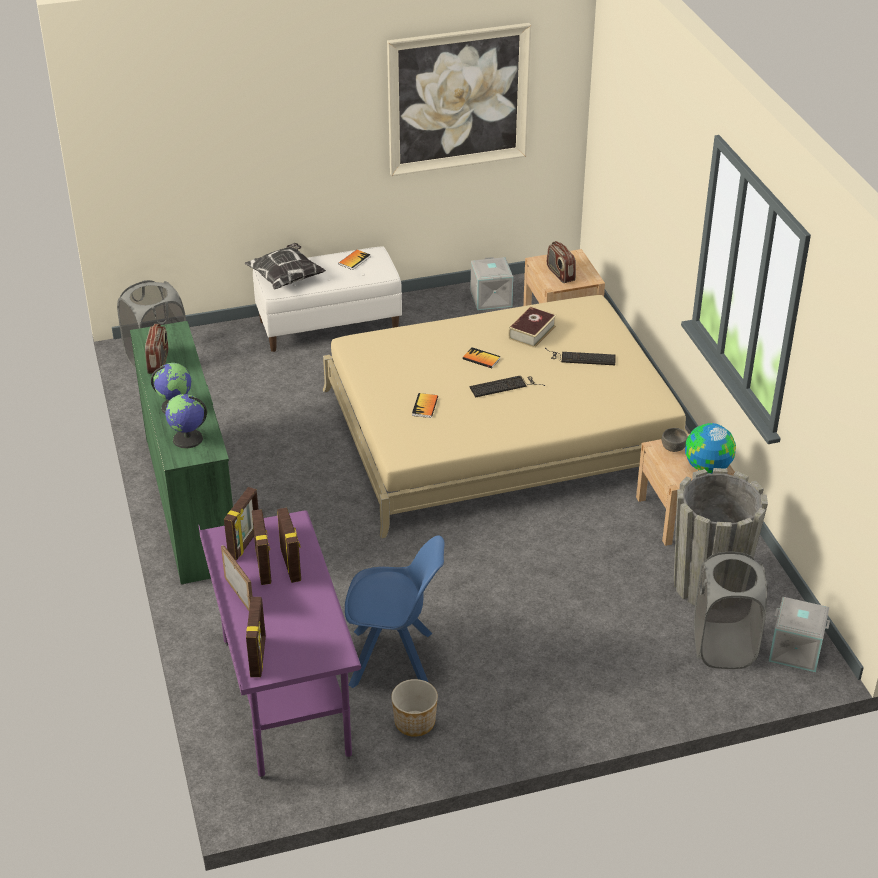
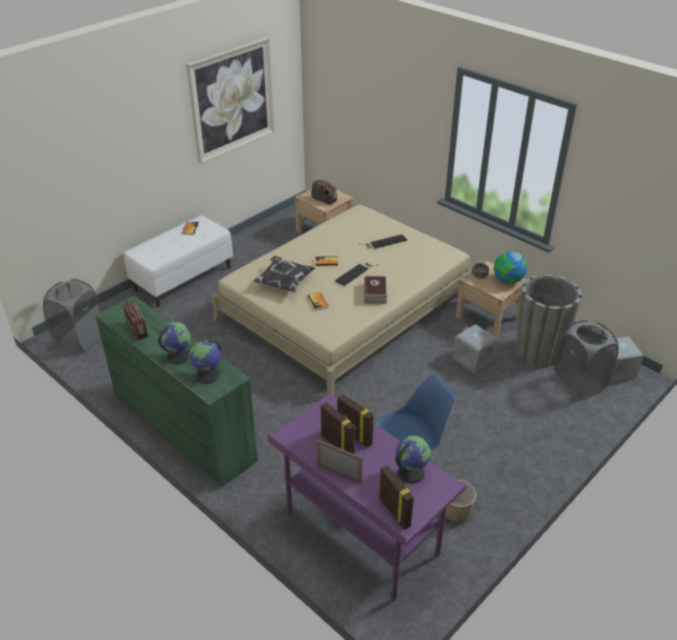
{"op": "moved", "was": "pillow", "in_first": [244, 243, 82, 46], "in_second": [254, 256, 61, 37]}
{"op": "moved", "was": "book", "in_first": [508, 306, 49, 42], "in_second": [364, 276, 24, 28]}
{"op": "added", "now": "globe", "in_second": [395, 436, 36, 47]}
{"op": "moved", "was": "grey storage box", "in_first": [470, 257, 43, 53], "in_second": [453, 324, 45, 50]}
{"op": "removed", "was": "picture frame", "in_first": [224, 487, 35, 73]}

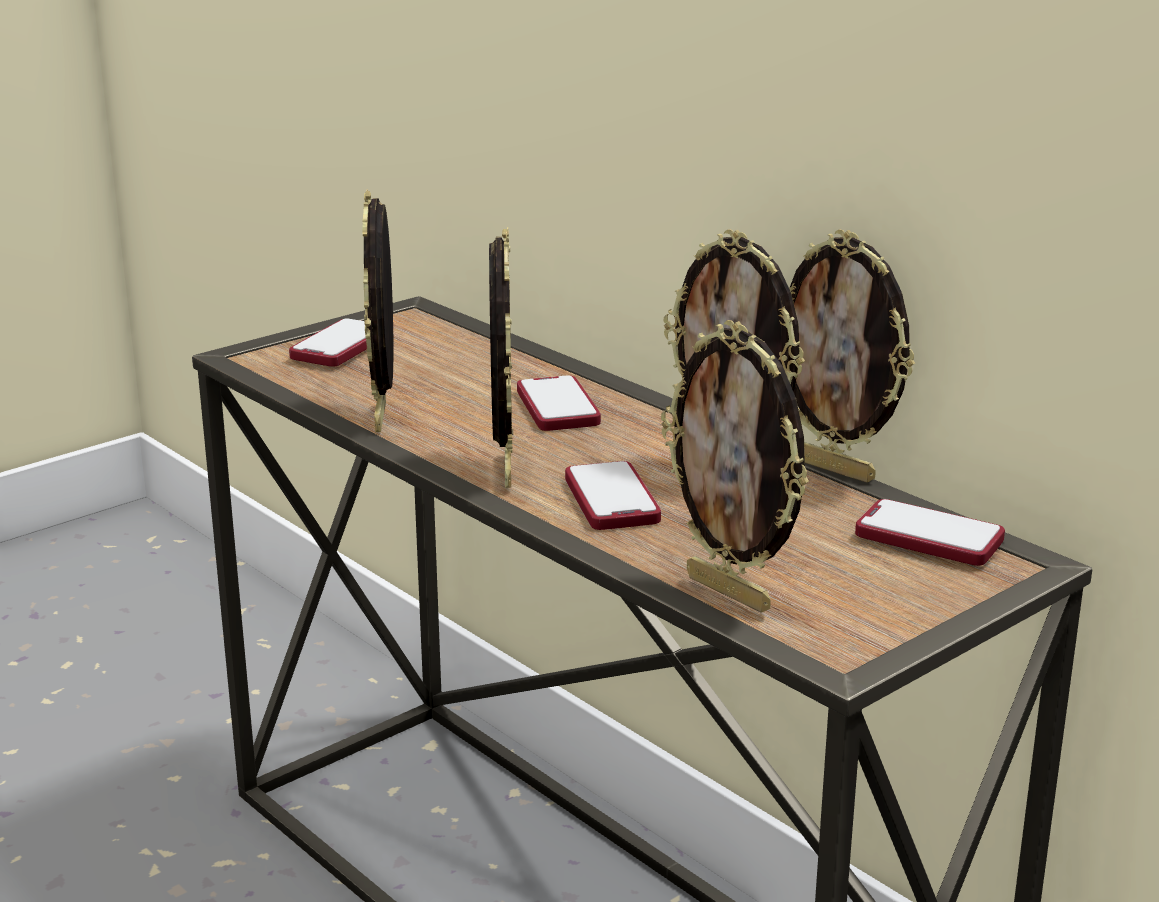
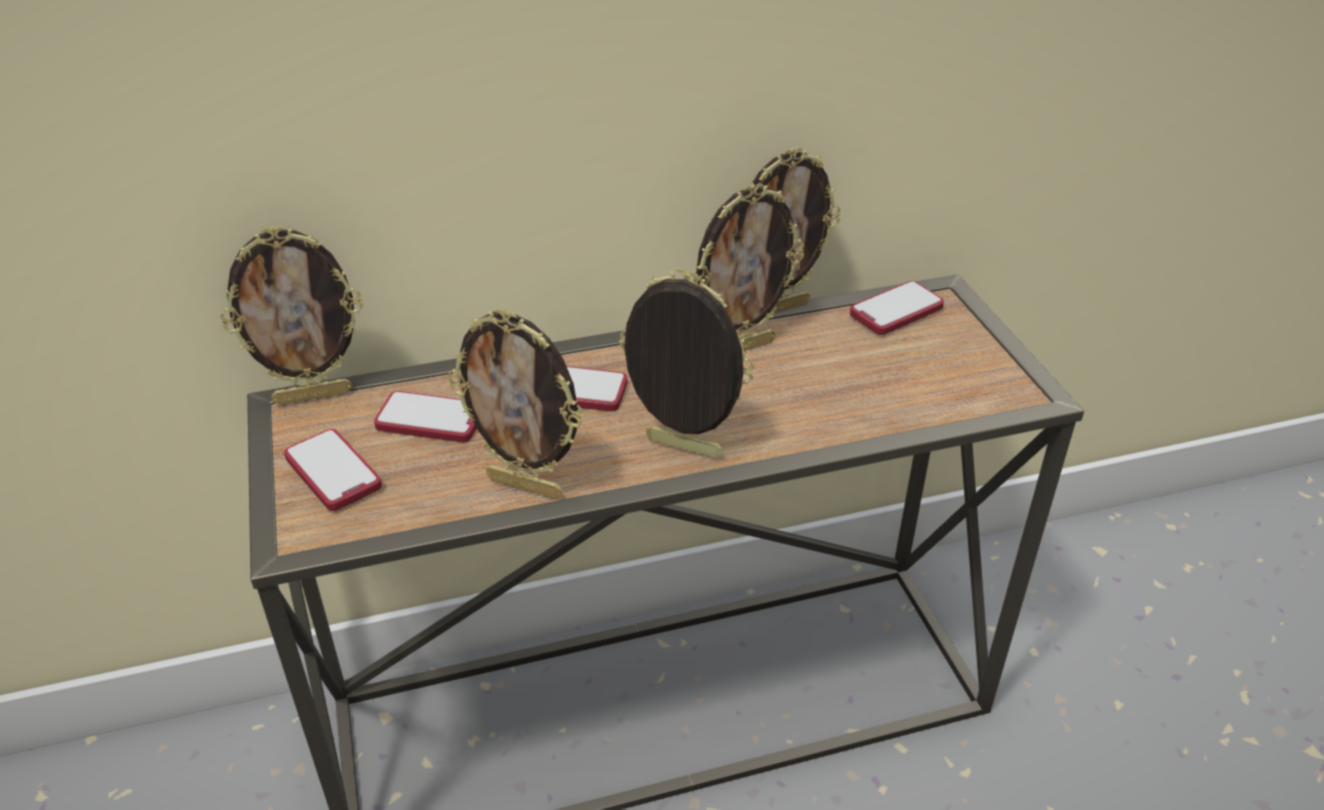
{"op": "moved", "was": "picture frame", "in_first": [661, 320, 148, 293], "in_second": [220, 226, 143, 180]}
{"op": "moved", "was": "phone", "in_first": [565, 461, 96, 69], "in_second": [374, 391, 103, 52]}

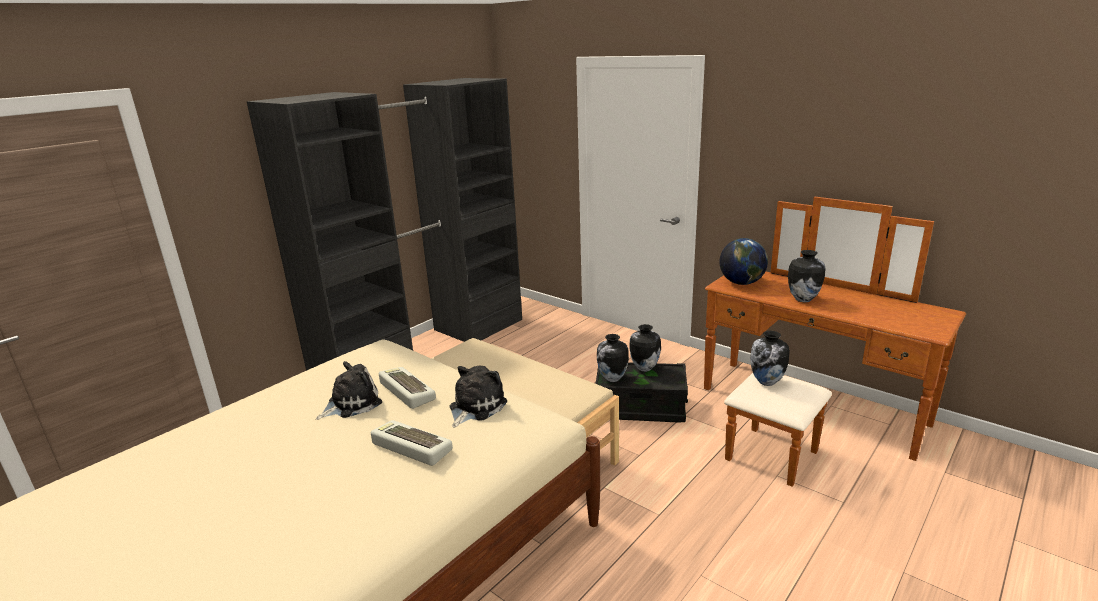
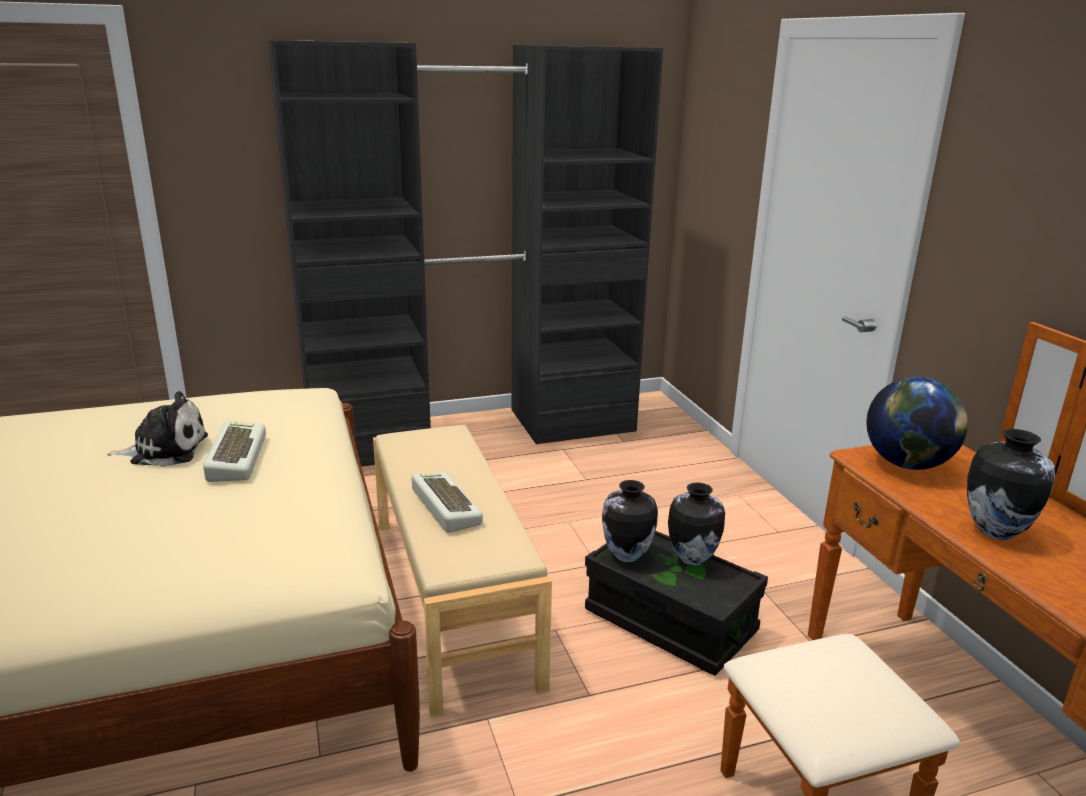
{"op": "moved", "was": "keyboard", "in_first": [371, 420, 82, 46], "in_second": [412, 471, 71, 62]}
{"op": "removed", "was": "plush toy", "in_first": [450, 365, 57, 63]}
{"op": "removed", "was": "vase", "in_first": [750, 331, 40, 55]}

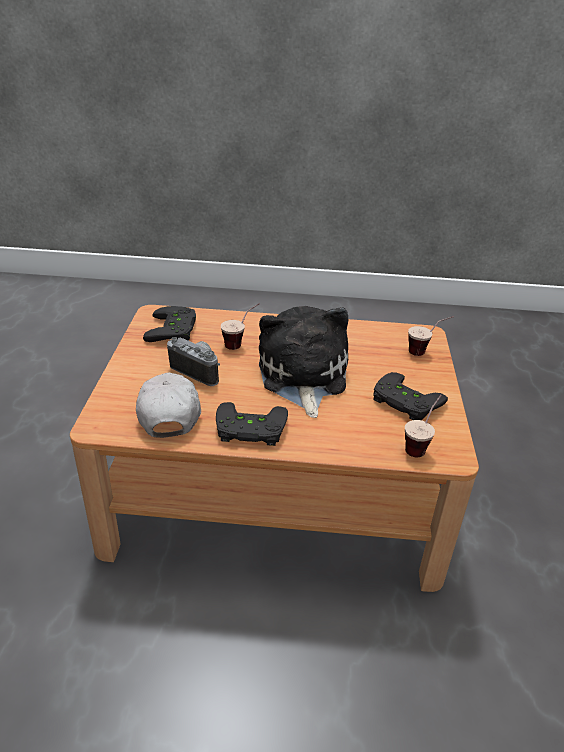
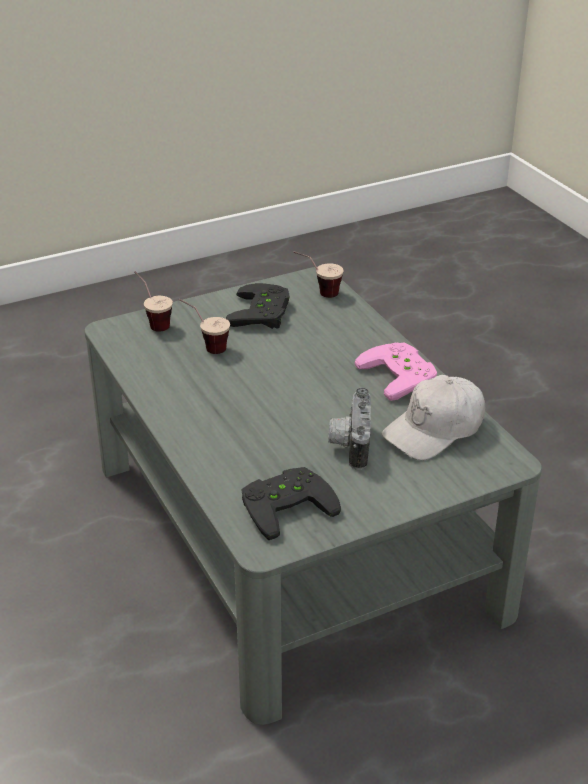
{"op": "recoloured", "was": "brown coffee table", "now": "grey coffee table", "in_first": [70, 305, 409, 287], "in_second": [84, 267, 458, 458]}
{"op": "moved", "was": "cup", "in_first": [221, 303, 39, 47], "in_second": [179, 299, 51, 55]}
{"op": "recoloured", "was": "black game controller", "now": "pink game controller", "in_first": [216, 402, 72, 44], "in_second": [355, 342, 82, 59]}
{"op": "removed", "was": "plush toy", "in_first": [259, 306, 89, 112]}

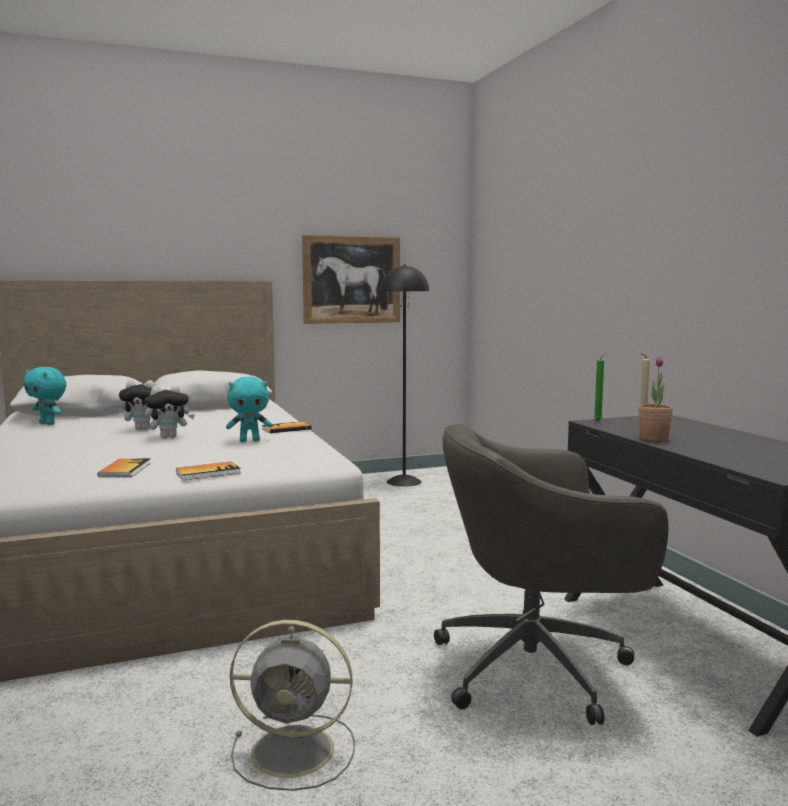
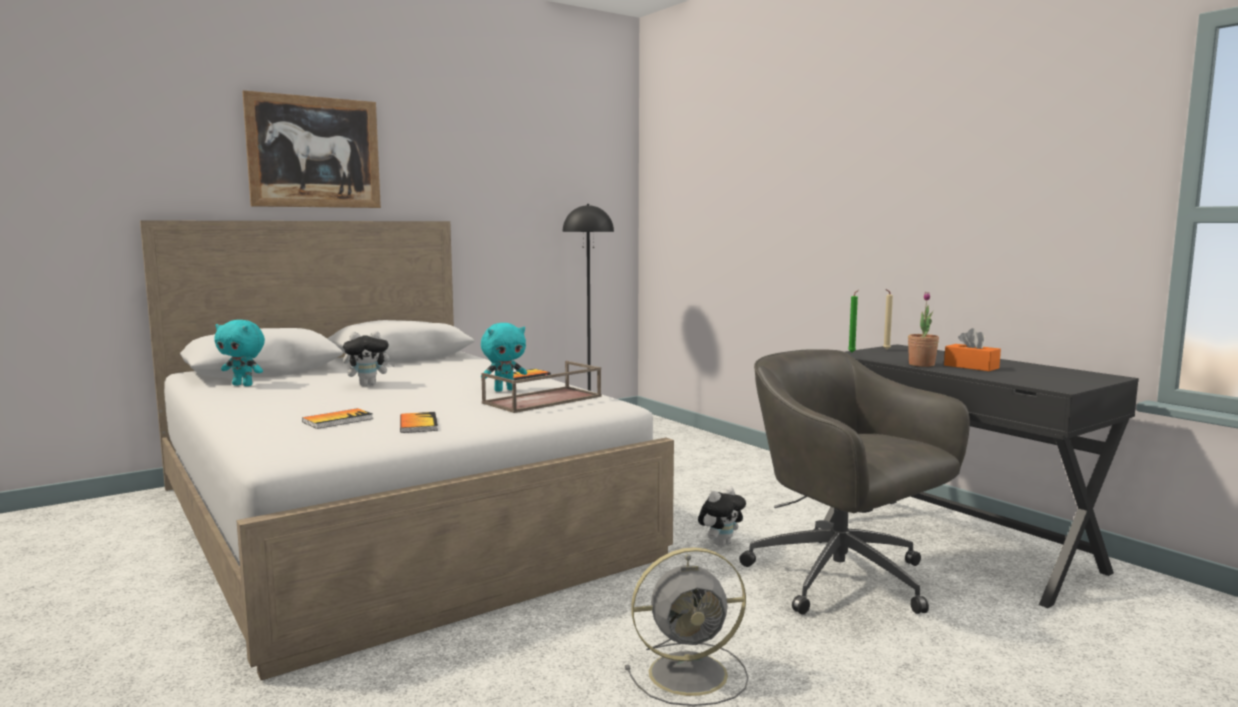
{"op": "moved", "was": "picture", "in_first": [302, 235, 98, 89], "in_second": [242, 90, 139, 118]}
{"op": "moved", "was": "book", "in_first": [176, 461, 65, 19], "in_second": [302, 408, 71, 21]}
{"op": "added", "now": "brown tray", "in_second": [481, 361, 120, 52]}
{"op": "moved", "was": "plush toy", "in_first": [145, 385, 50, 53], "in_second": [698, 486, 48, 61]}
{"op": "turned", "was": "grey office chair", "in_first": [434, 424, 235, 301], "in_second": [739, 349, 231, 266], "clockwise": 75}
{"op": "added", "now": "orange tissue box", "in_second": [944, 328, 57, 43]}

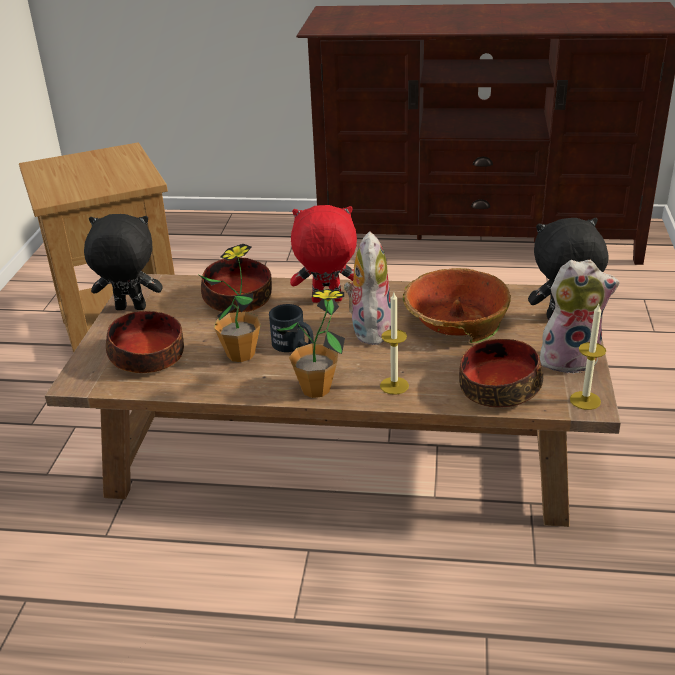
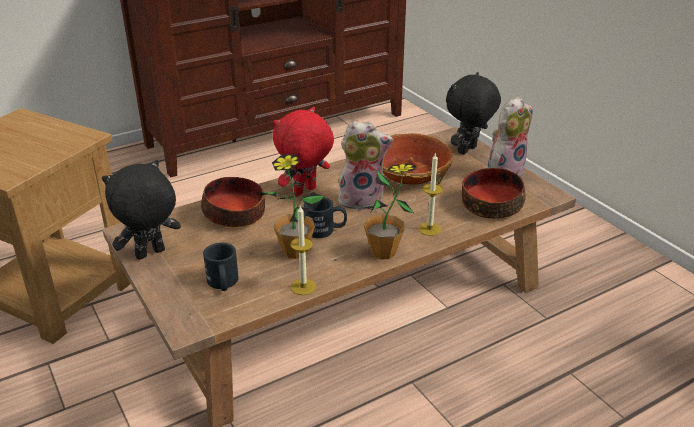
{"op": "replaced", "was": "bowl", "now": "black mug", "in_first": [106, 311, 78, 62], "in_second": [203, 243, 36, 48]}
{"op": "moved", "was": "candle", "in_first": [570, 304, 36, 106], "in_second": [290, 206, 26, 89]}
{"op": "turned", "was": "plush toy", "in_first": [344, 231, 47, 114], "in_second": [338, 121, 55, 89], "clockwise": 120}

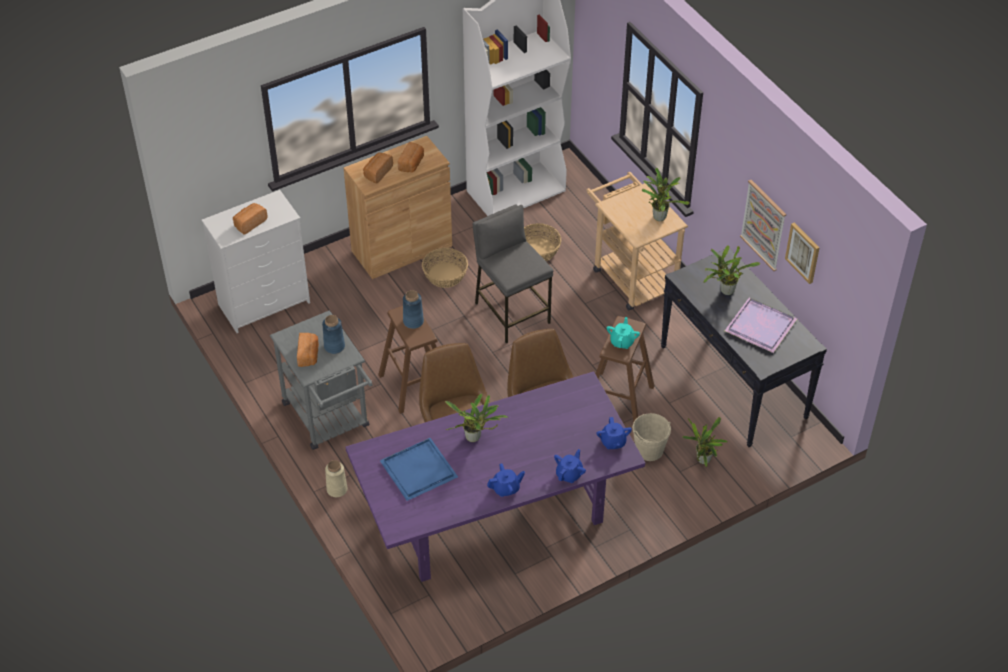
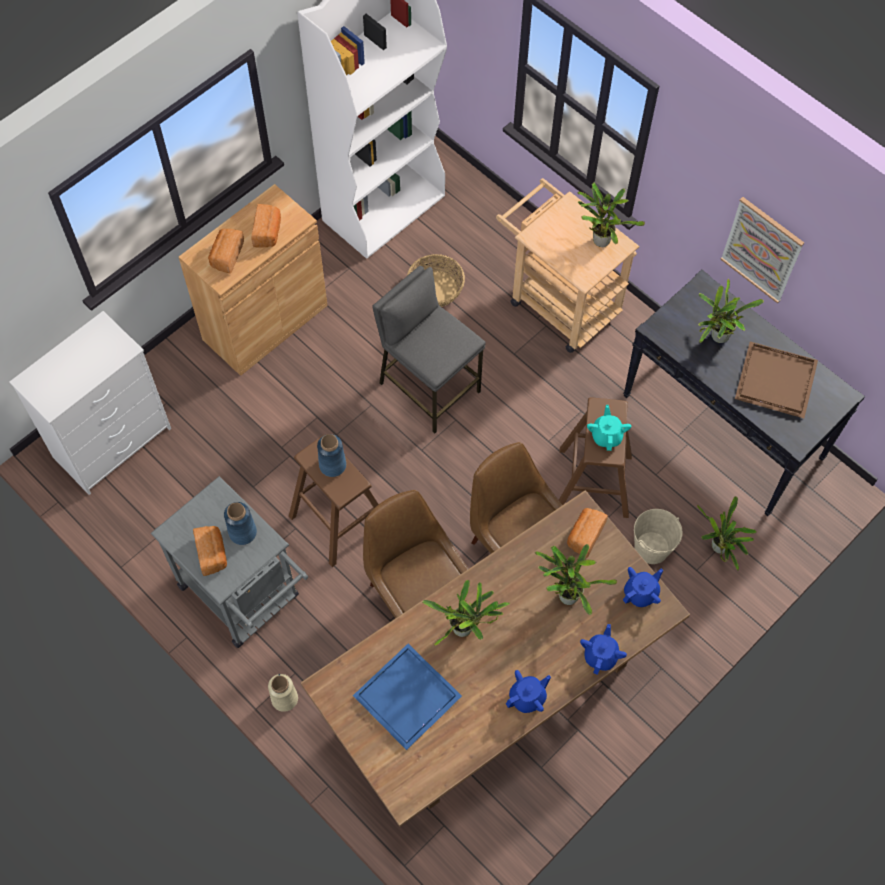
{"op": "recoloured", "was": "purple dining table", "now": "brown dining table", "in_first": [346, 371, 299, 211], "in_second": [301, 491, 389, 336]}
{"op": "added", "now": "potted plant", "in_second": [535, 544, 82, 71]}
{"op": "moved", "was": "bread", "in_first": [233, 203, 35, 32], "in_second": [567, 508, 41, 50]}
{"op": "turned", "was": "blue teapot", "in_first": [597, 417, 35, 32], "in_second": [623, 567, 40, 40], "clockwise": -105}
{"op": "recoloured", "was": "purple tray", "now": "brown tray", "in_first": [725, 298, 72, 55], "in_second": [735, 342, 83, 76]}
{"op": "removed", "was": "basket", "in_first": [422, 248, 46, 40]}
{"op": "removed", "was": "picture", "in_first": [785, 223, 35, 61]}

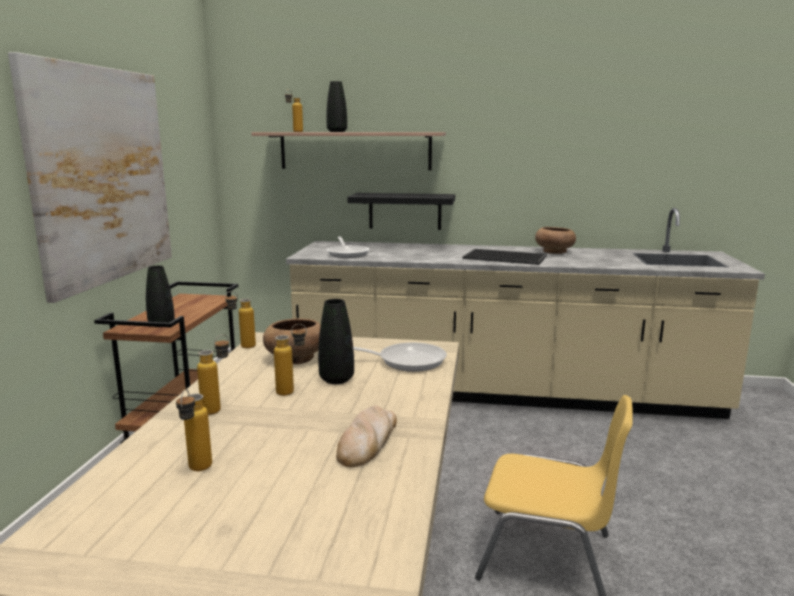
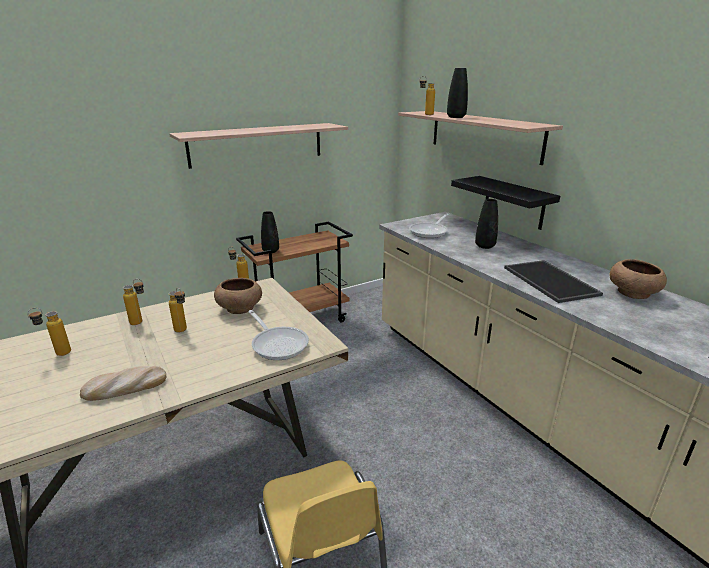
{"op": "replaced", "was": "picture", "now": "shelf", "in_first": [8, 52, 164, 251], "in_second": [169, 123, 179, 46]}
{"op": "moved", "was": "black vase", "in_first": [318, 299, 36, 85], "in_second": [475, 199, 23, 50]}

